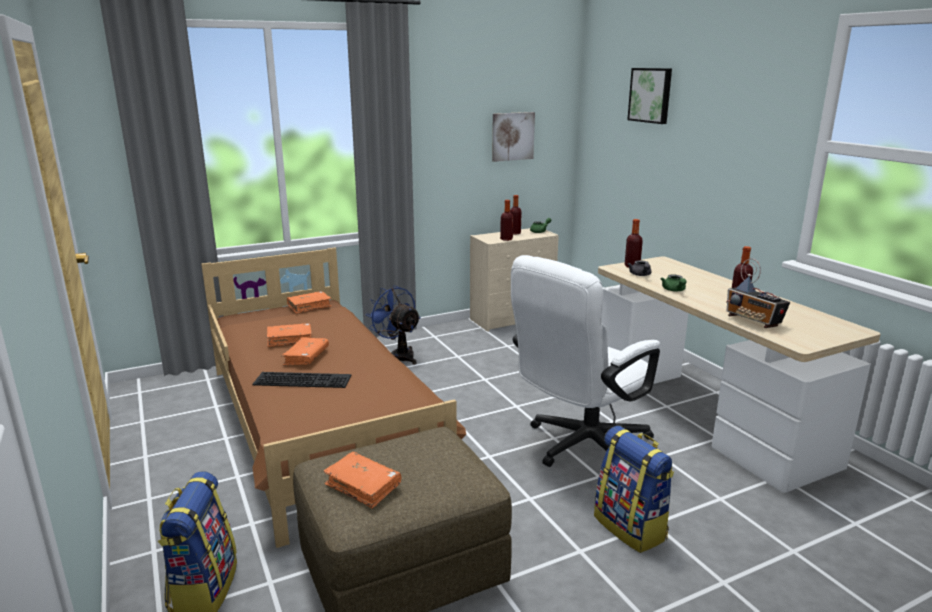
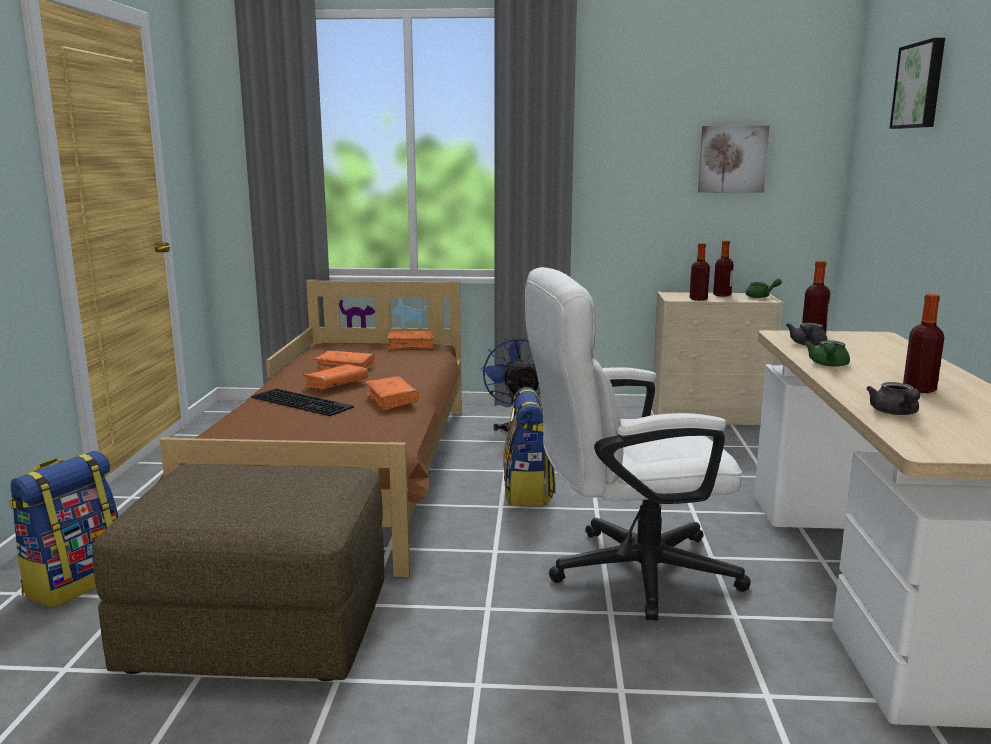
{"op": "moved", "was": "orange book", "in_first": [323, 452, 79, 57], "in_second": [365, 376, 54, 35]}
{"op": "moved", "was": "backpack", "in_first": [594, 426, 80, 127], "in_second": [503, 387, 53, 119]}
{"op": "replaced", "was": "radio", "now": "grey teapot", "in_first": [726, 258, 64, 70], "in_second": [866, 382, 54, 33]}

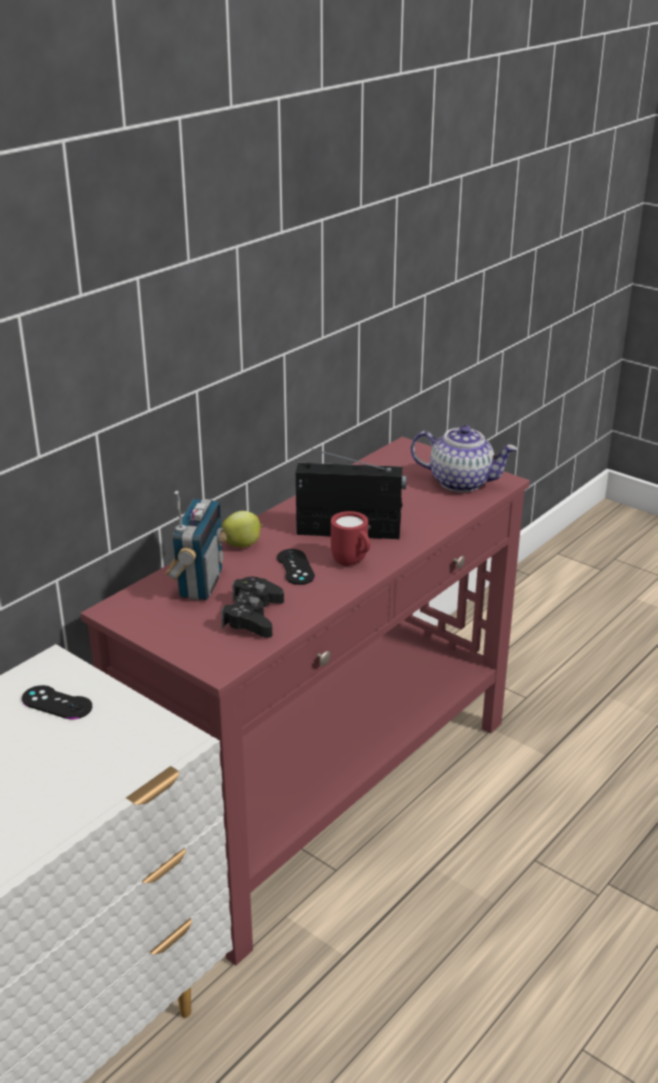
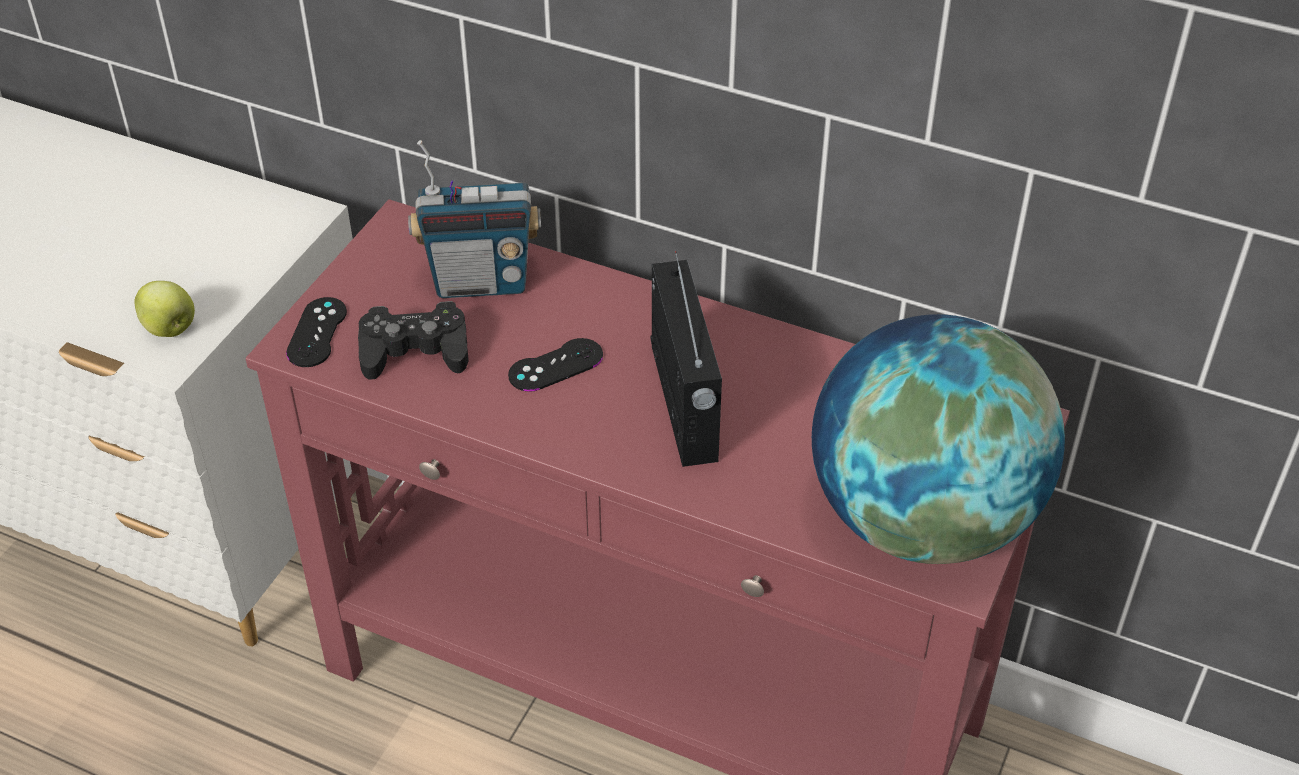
{"op": "moved", "was": "apple", "in_first": [221, 511, 42, 36], "in_second": [134, 281, 61, 56]}
{"op": "moved", "was": "black game controller", "in_first": [22, 685, 70, 34], "in_second": [286, 297, 61, 70]}
{"op": "replaced", "was": "teapot", "now": "globe", "in_first": [411, 425, 107, 67], "in_second": [812, 314, 253, 250]}
{"op": "removed", "was": "red mug", "in_first": [331, 511, 39, 55]}

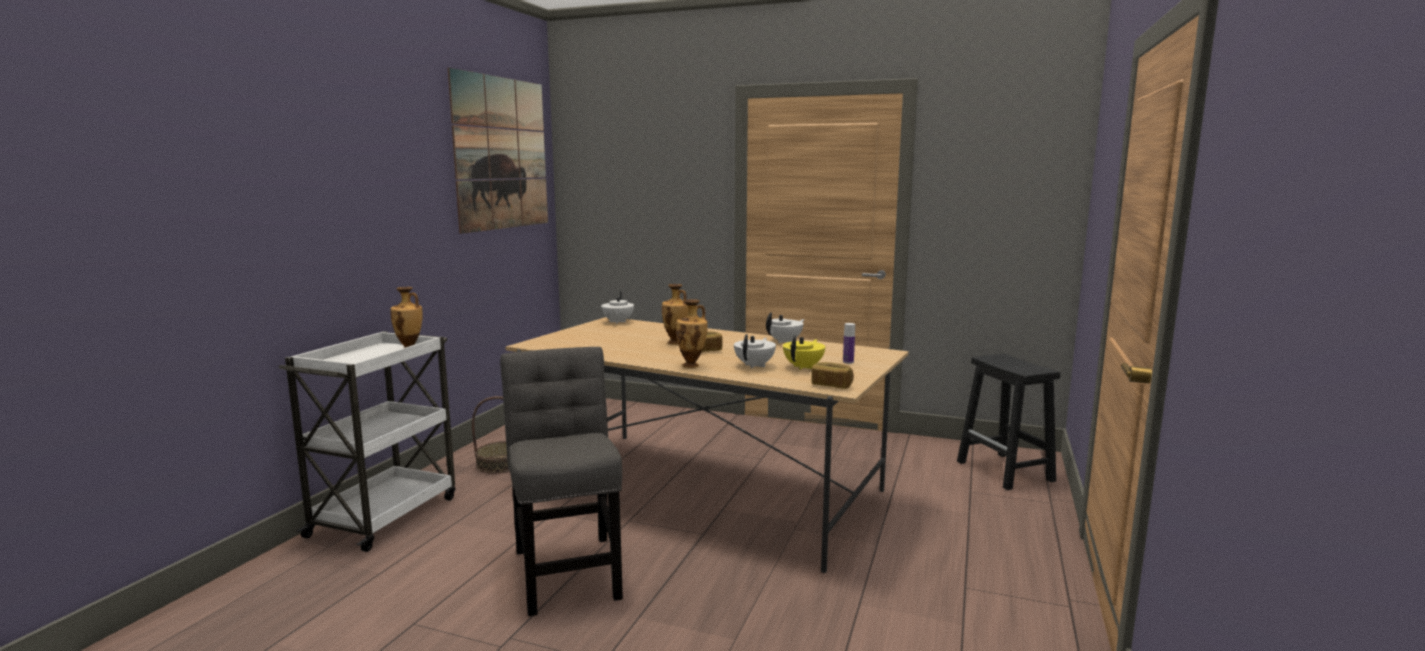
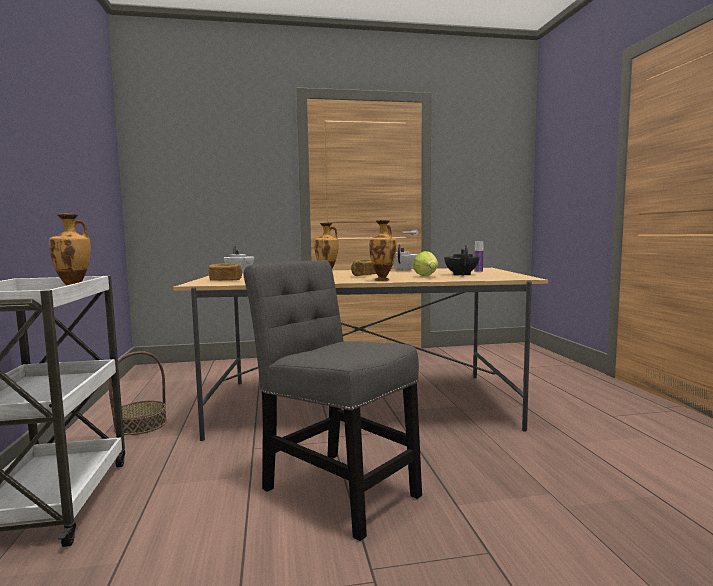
{"op": "moved", "was": "bread", "in_first": [811, 362, 43, 27], "in_second": [209, 263, 33, 18]}
{"op": "replaced", "was": "white teapot", "now": "lettuce", "in_first": [734, 334, 42, 34], "in_second": [413, 251, 25, 25]}
{"op": "recoloured", "was": "yellow teapot", "now": "black teapot", "in_first": [783, 335, 42, 35], "in_second": [444, 245, 35, 31]}
{"op": "removed", "was": "picture", "in_first": [448, 68, 100, 166]}
{"op": "removed", "was": "black stool", "in_first": [957, 354, 103, 136]}

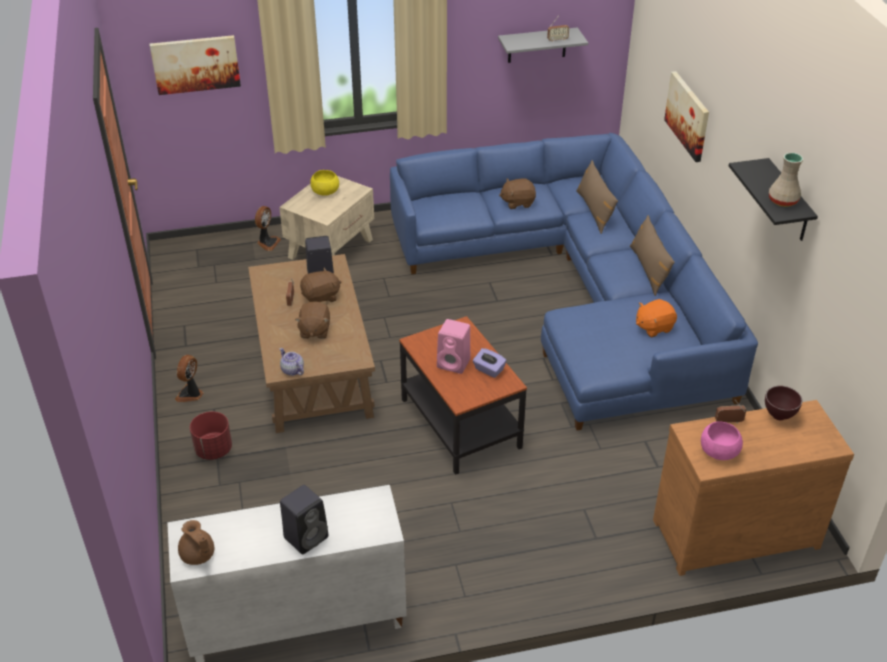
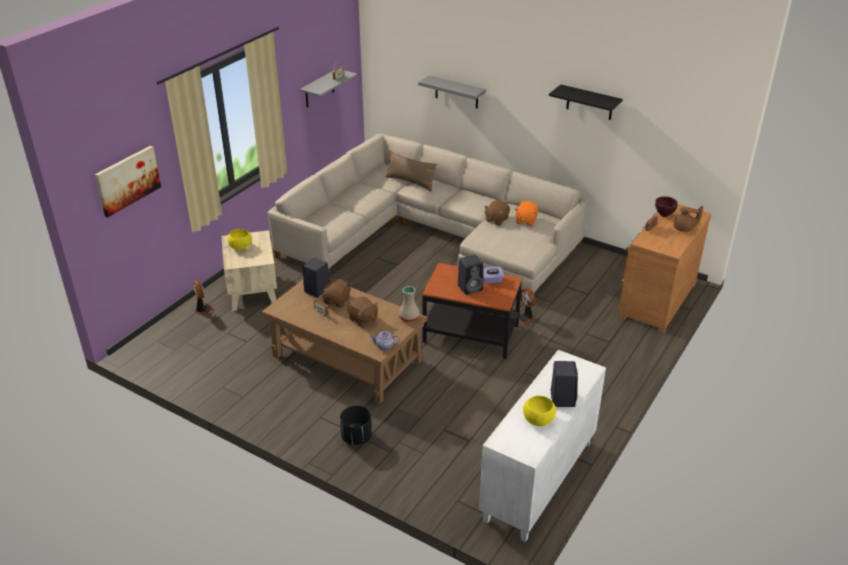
{"op": "recoloured", "was": "blue sofa", "now": "beige sofa", "in_first": [390, 133, 368, 297], "in_second": [268, 134, 320, 165]}
{"op": "recoloured", "was": "red planter", "now": "black planter", "in_first": [190, 412, 42, 48], "in_second": [340, 406, 32, 39]}
{"op": "moved", "was": "beige vase", "in_first": [769, 153, 34, 54], "in_second": [399, 286, 21, 36]}
{"op": "replaced", "was": "picture", "now": "grey shelf", "in_first": [664, 71, 45, 91], "in_second": [418, 75, 68, 34]}
{"op": "recoloured", "was": "pink speaker", "now": "black speaker", "in_first": [437, 319, 33, 55], "in_second": [458, 255, 25, 40]}
{"op": "moved", "was": "brown plush toy", "in_first": [499, 178, 37, 31], "in_second": [484, 200, 26, 25]}
{"op": "moved", "was": "fan", "in_first": [175, 355, 29, 47], "in_second": [519, 287, 17, 39]}
{"op": "added", "now": "yellow bowl", "in_second": [523, 396, 33, 30]}
{"op": "moved", "was": "brown teapot", "in_first": [178, 520, 36, 45], "in_second": [674, 206, 29, 26]}
{"op": "removed", "was": "brown pillow", "in_first": [630, 215, 45, 81]}
{"op": "removed", "was": "pink bowl", "in_first": [701, 421, 42, 39]}

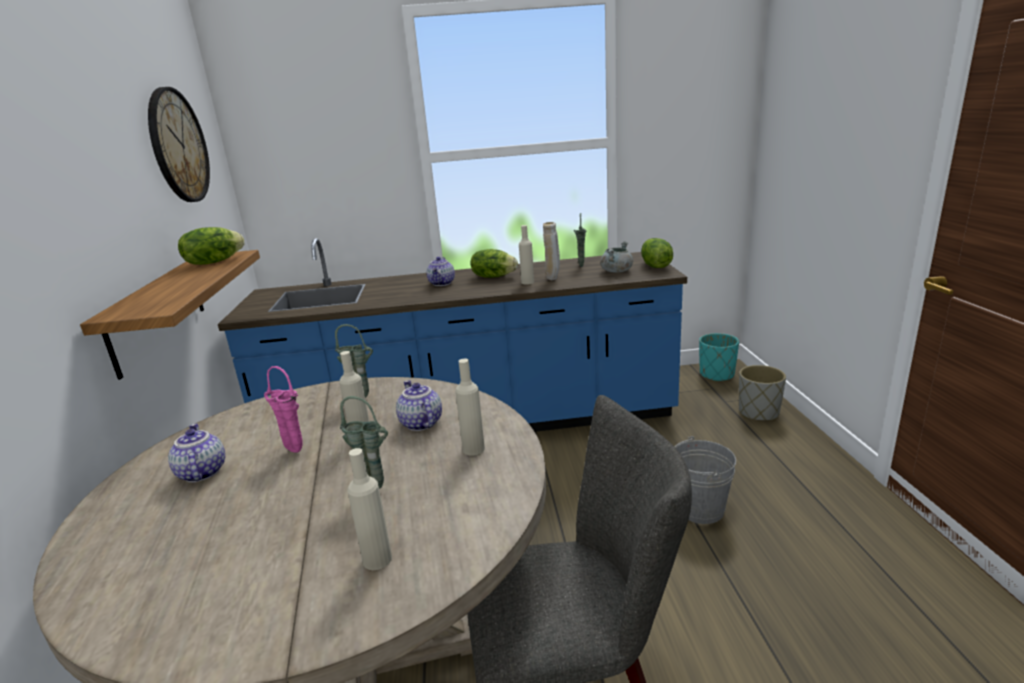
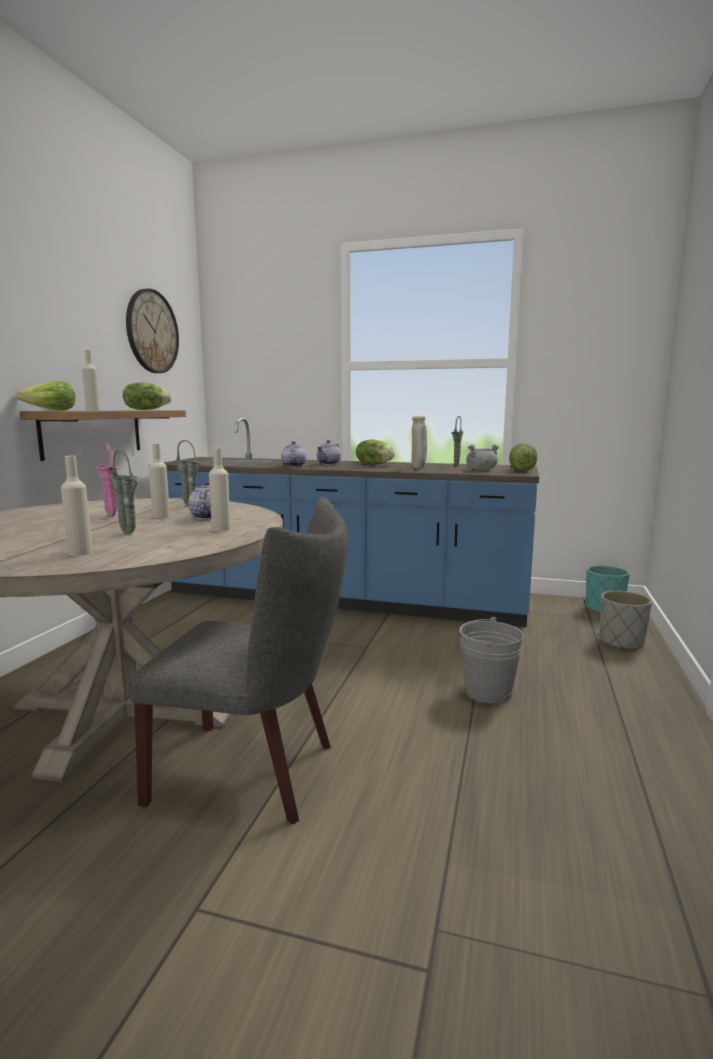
{"op": "added", "now": "lettuce", "in_second": [17, 381, 58, 30]}
{"op": "moved", "was": "beige bottle", "in_first": [519, 225, 15, 60], "in_second": [82, 350, 18, 60]}
{"op": "moved", "was": "teapot", "in_first": [168, 424, 57, 58], "in_second": [281, 441, 25, 26]}

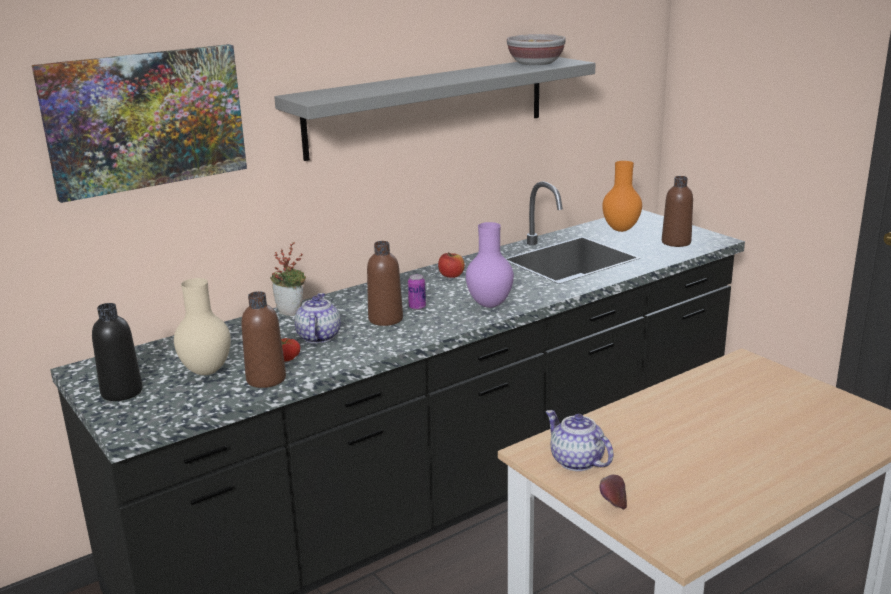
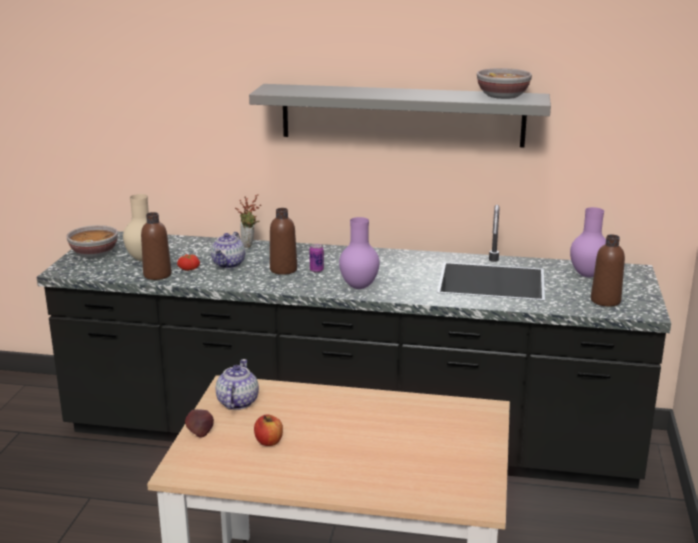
{"op": "replaced", "was": "black bottle", "now": "bowl", "in_first": [92, 303, 51, 98], "in_second": [67, 225, 51, 33]}
{"op": "turned", "was": "teapot", "in_first": [295, 293, 46, 51], "in_second": [211, 232, 34, 37], "clockwise": 150}
{"op": "moved", "was": "apple", "in_first": [438, 252, 27, 26], "in_second": [254, 414, 29, 32]}
{"op": "recoloured", "was": "orange vase", "now": "purple vase", "in_first": [602, 161, 40, 71], "in_second": [570, 207, 36, 70]}
{"op": "removed", "was": "picture", "in_first": [32, 44, 215, 159]}

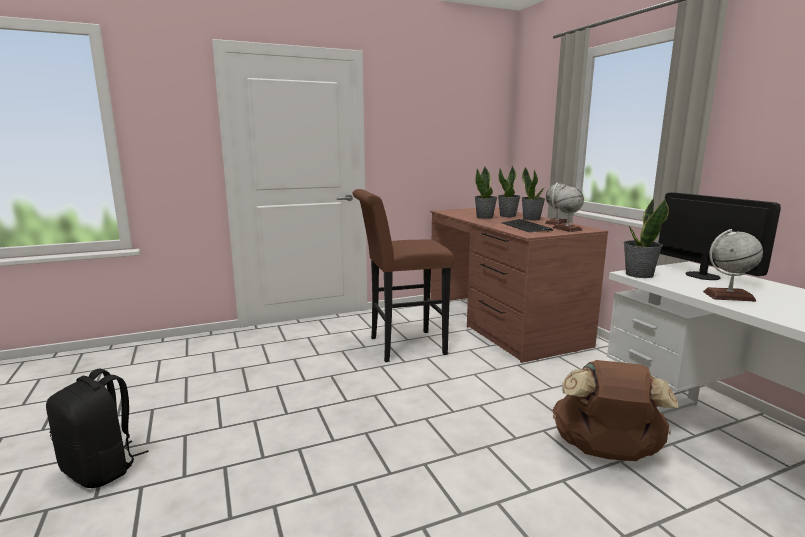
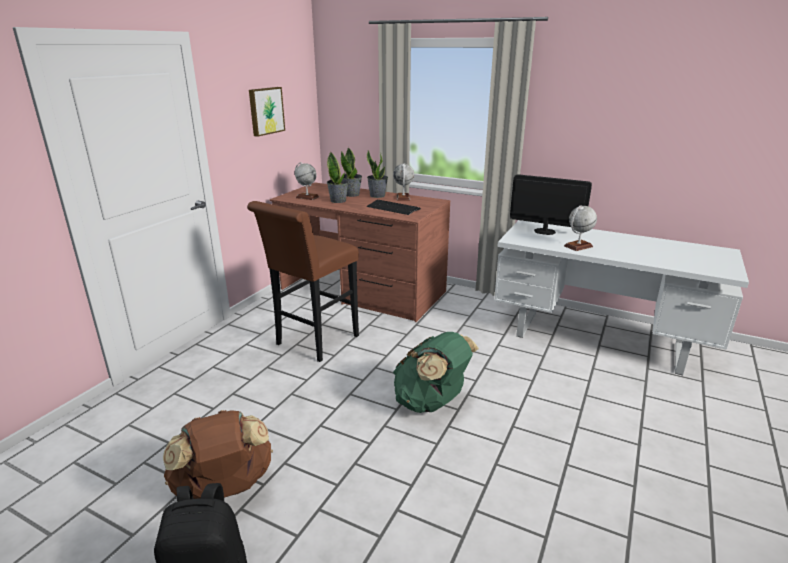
{"op": "moved", "was": "brown backpack", "in_first": [553, 360, 125, 101], "in_second": [163, 410, 110, 89]}
{"op": "added", "now": "picture", "in_second": [249, 87, 36, 50]}
{"op": "moved", "was": "globe", "in_first": [553, 185, 31, 47], "in_second": [295, 162, 24, 38]}
{"op": "added", "now": "green backpack", "in_second": [393, 332, 86, 81]}
{"op": "removed", "was": "potted plant", "in_first": [623, 199, 46, 79]}

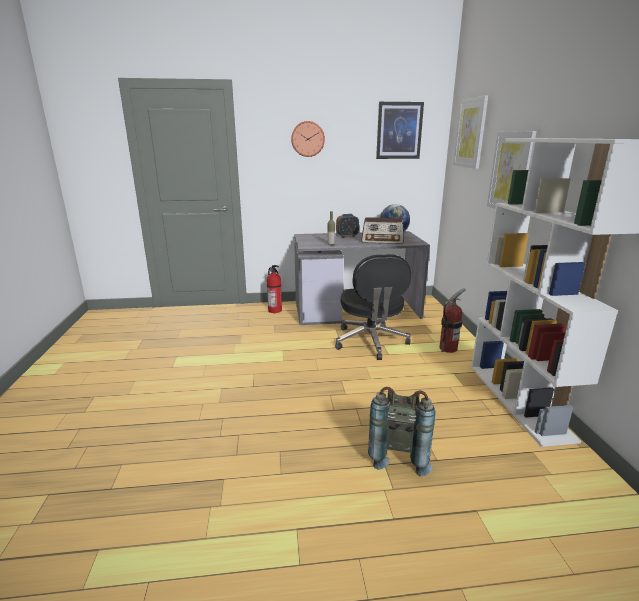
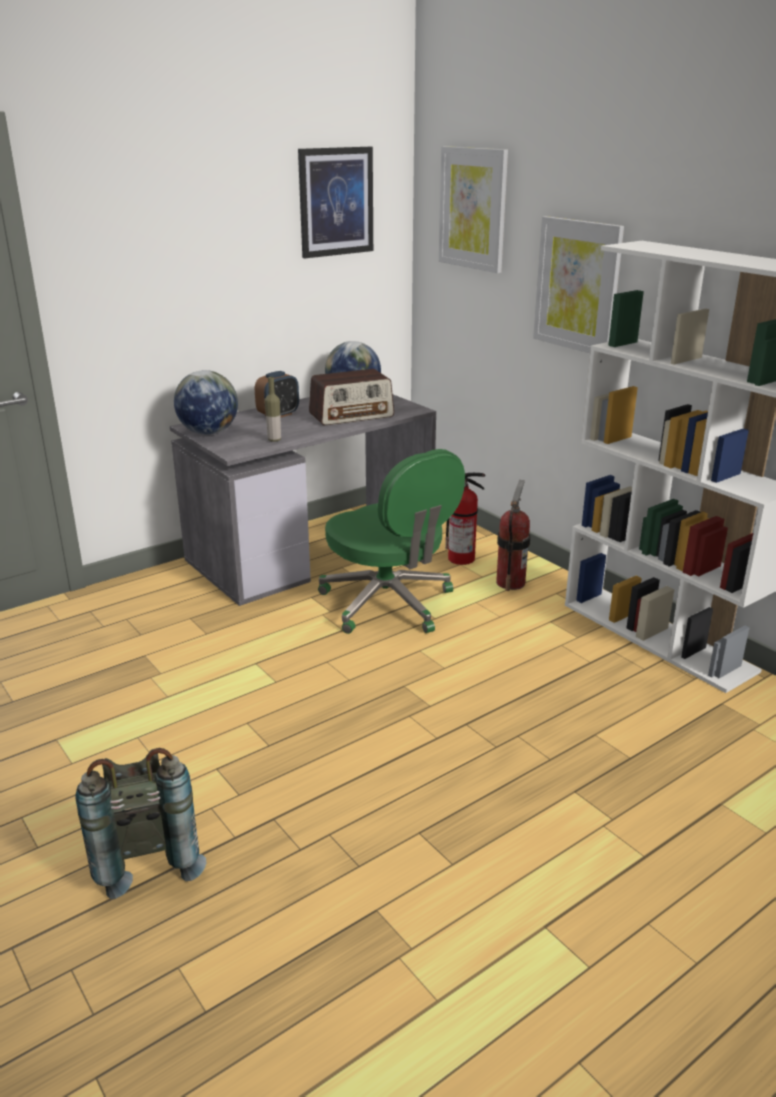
{"op": "moved", "was": "grey backpack", "in_first": [368, 387, 67, 89], "in_second": [75, 748, 132, 151]}
{"op": "added", "now": "globe", "in_second": [174, 370, 64, 65]}
{"op": "recoloured", "was": "black office chair", "now": "green office chair", "in_first": [335, 254, 76, 106], "in_second": [318, 449, 147, 185]}
{"op": "moved", "was": "fire extinguisher", "in_first": [267, 265, 15, 48], "in_second": [445, 473, 41, 92]}
{"op": "removed", "was": "wall clock", "in_first": [291, 121, 34, 36]}

